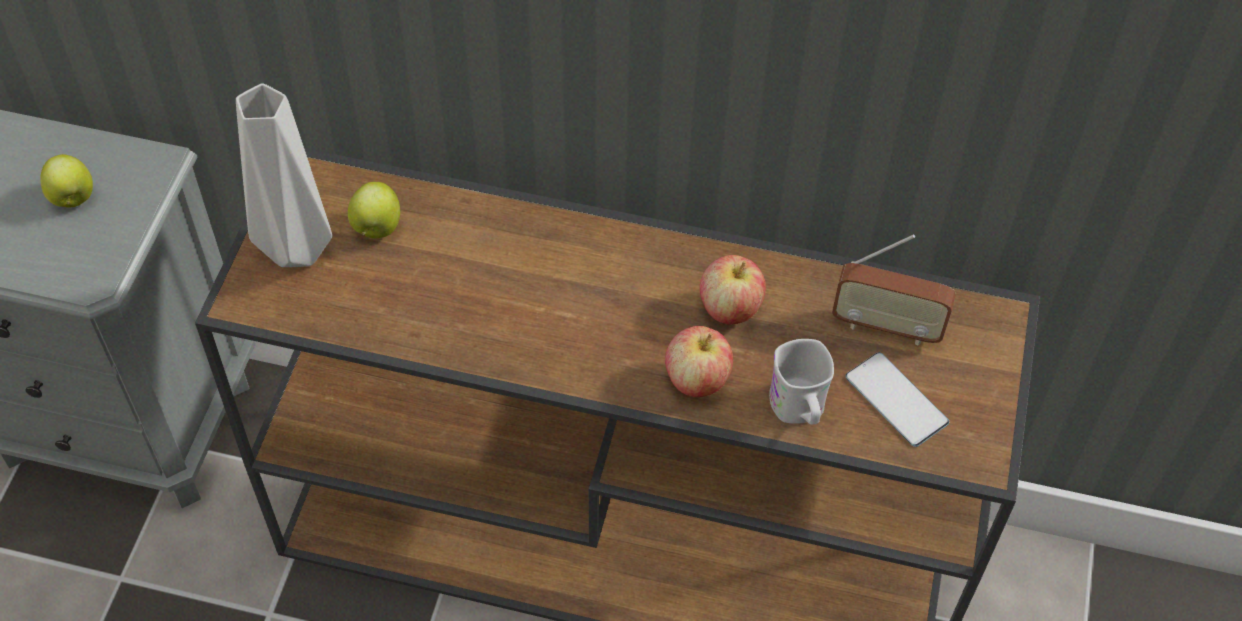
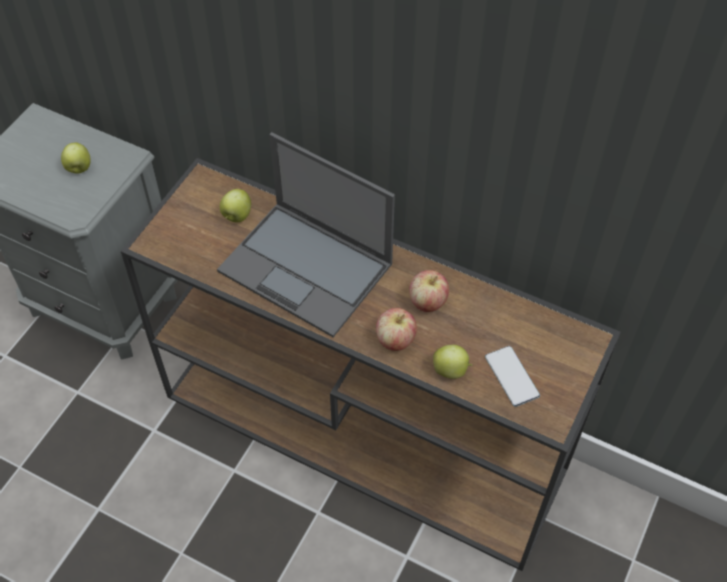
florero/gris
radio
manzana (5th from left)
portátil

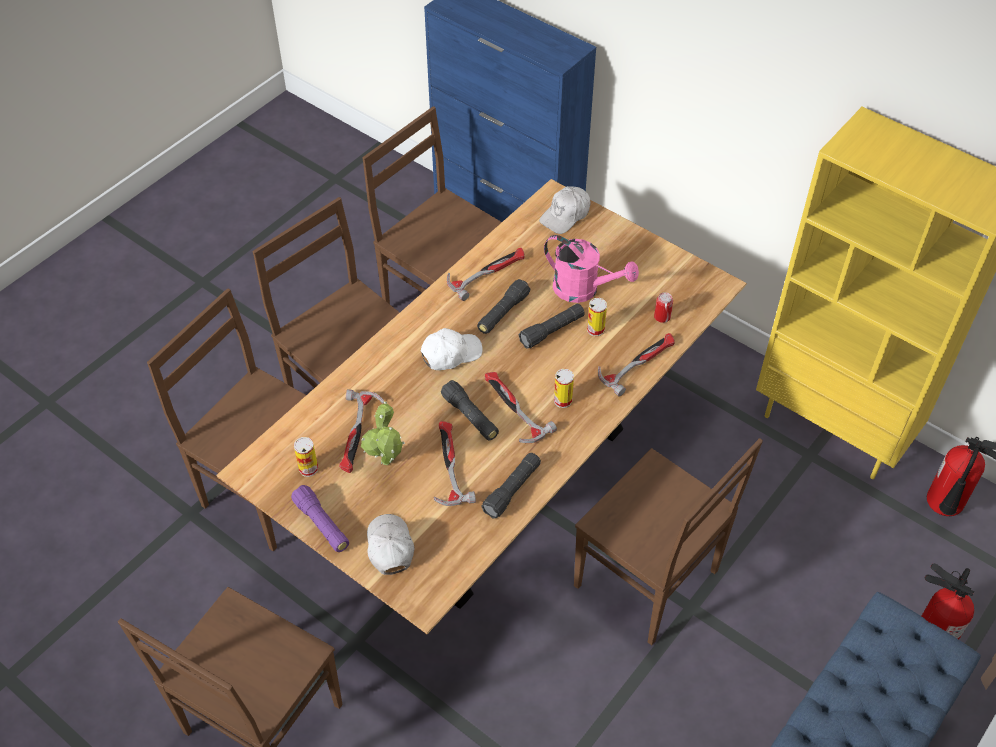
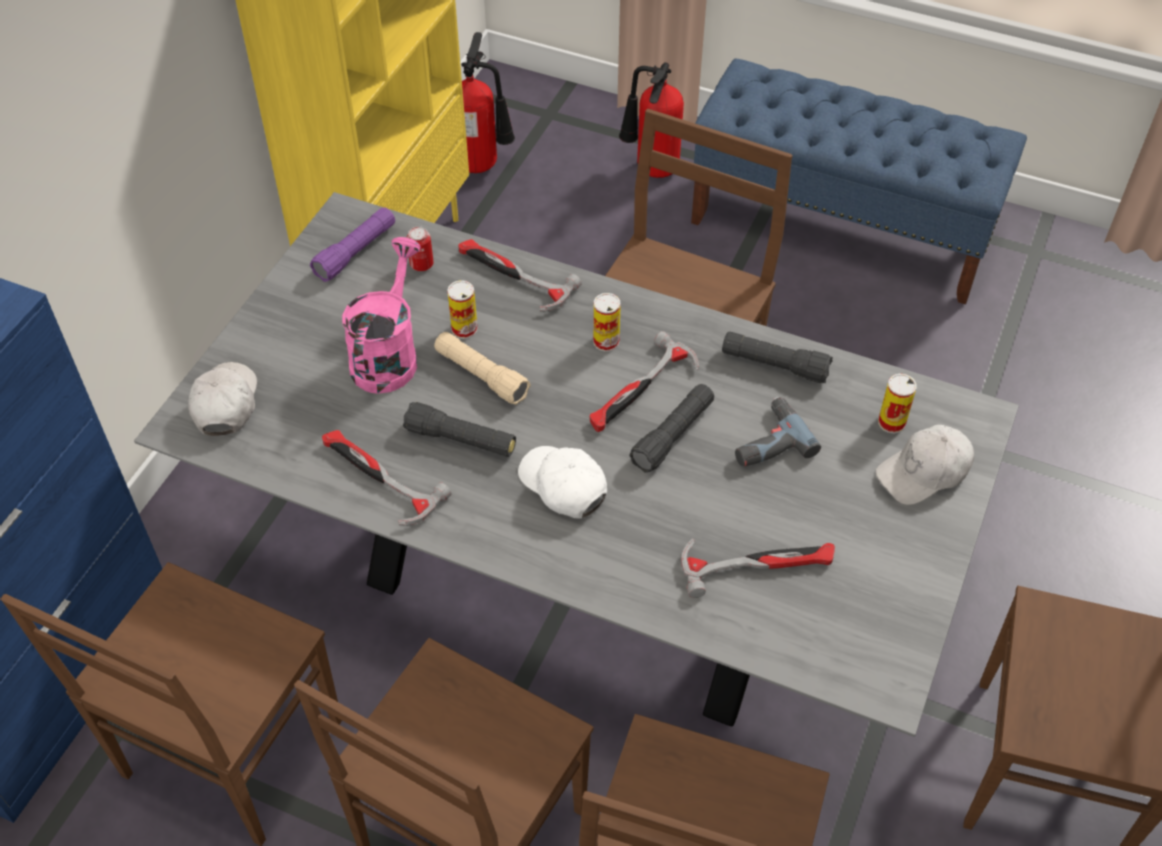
mesa de comedor/gris
gorra/blanco (1st from left)
linterna/beis
planta en maceta
taladro
lata (4th from left)
linterna/morado

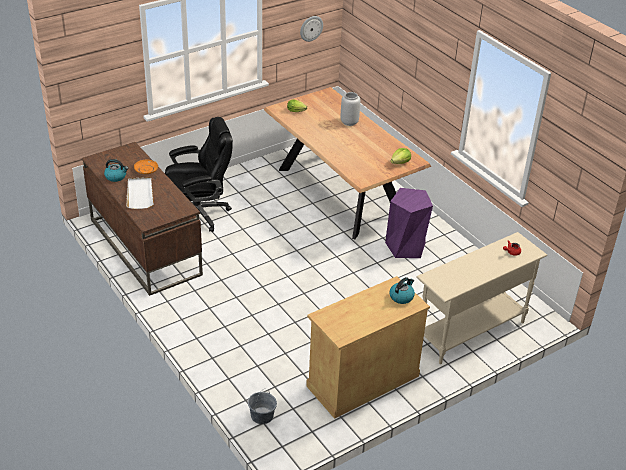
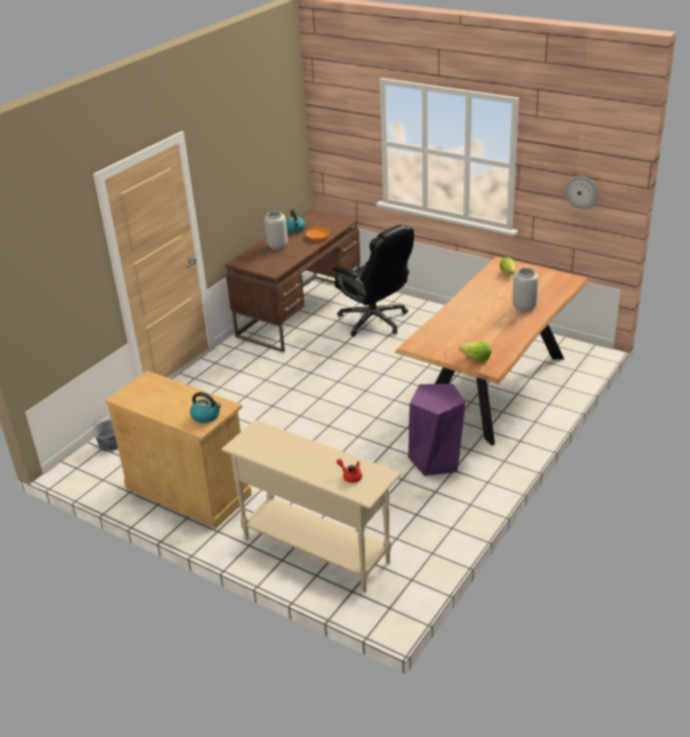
florero/gris (1st from left)

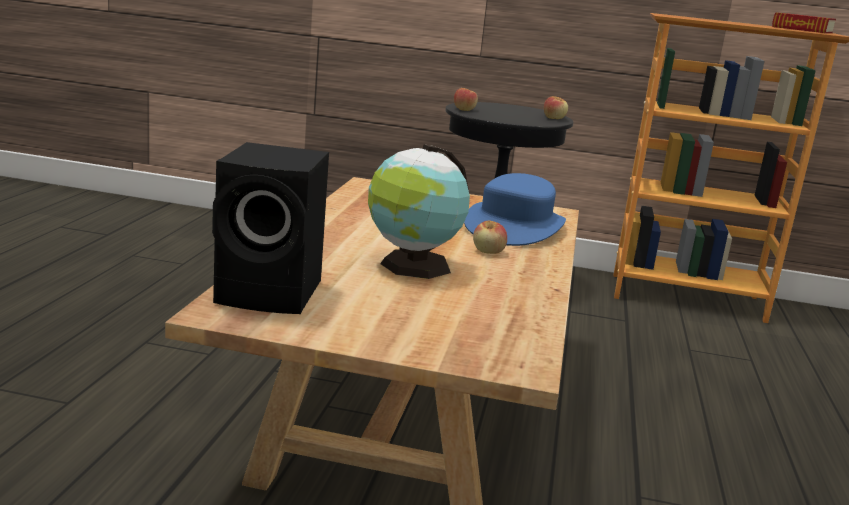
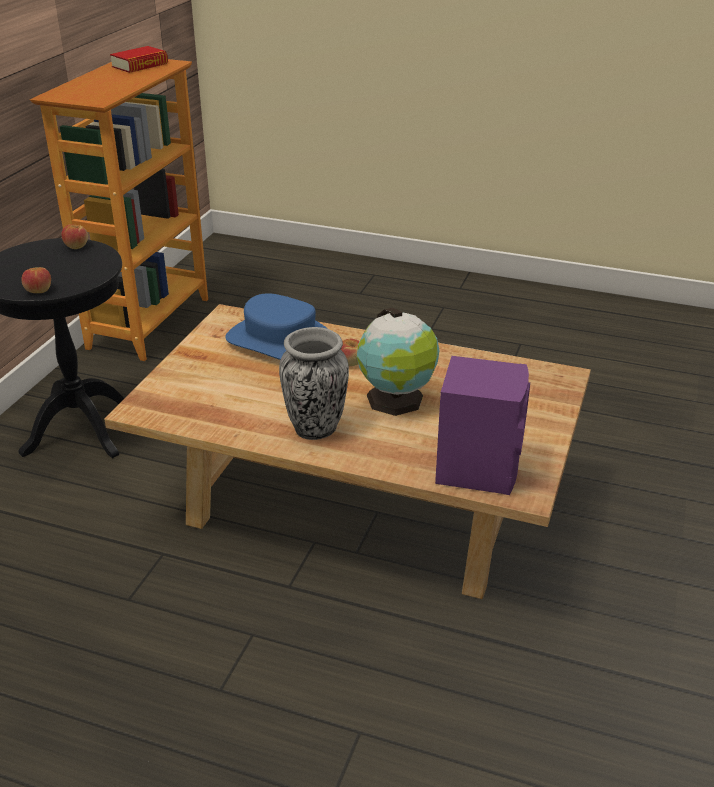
altavoz/morado
florero

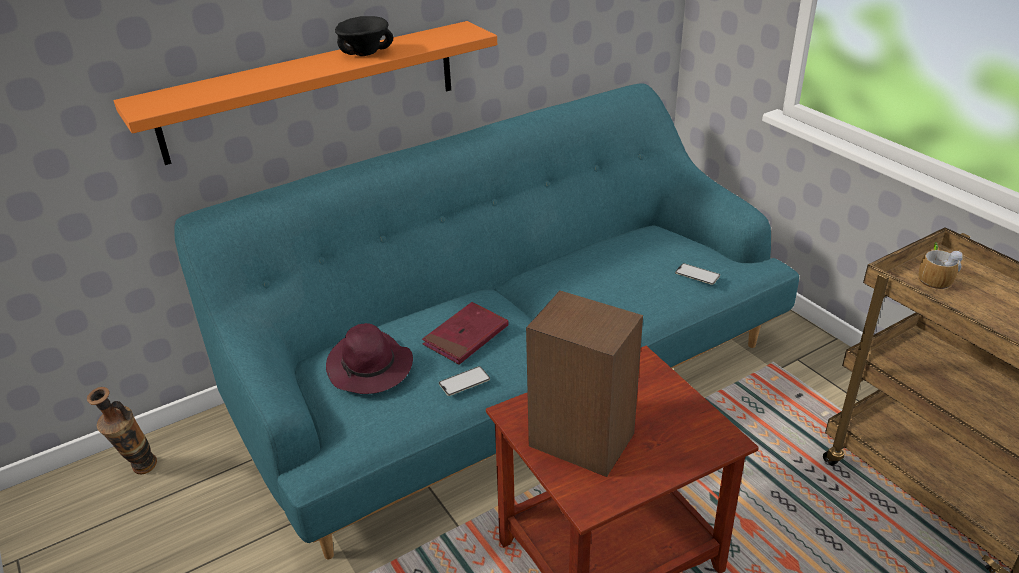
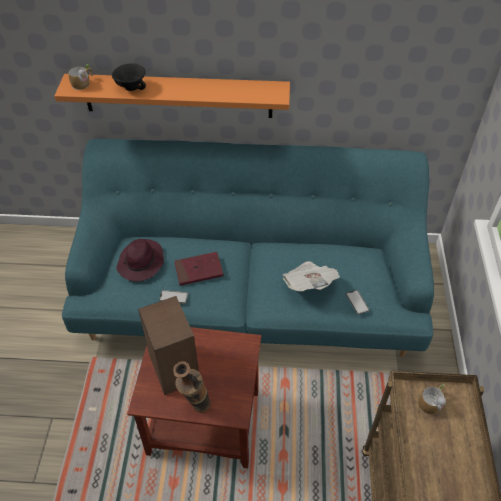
cuenco/negro
florero
taza grande (1st from left)
periódico

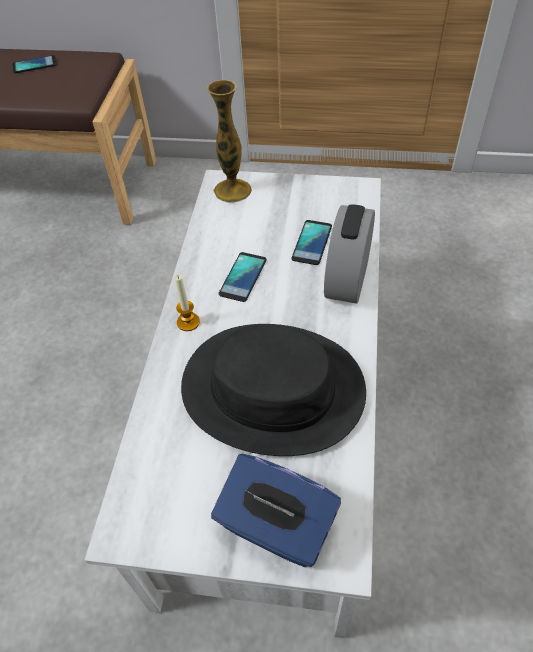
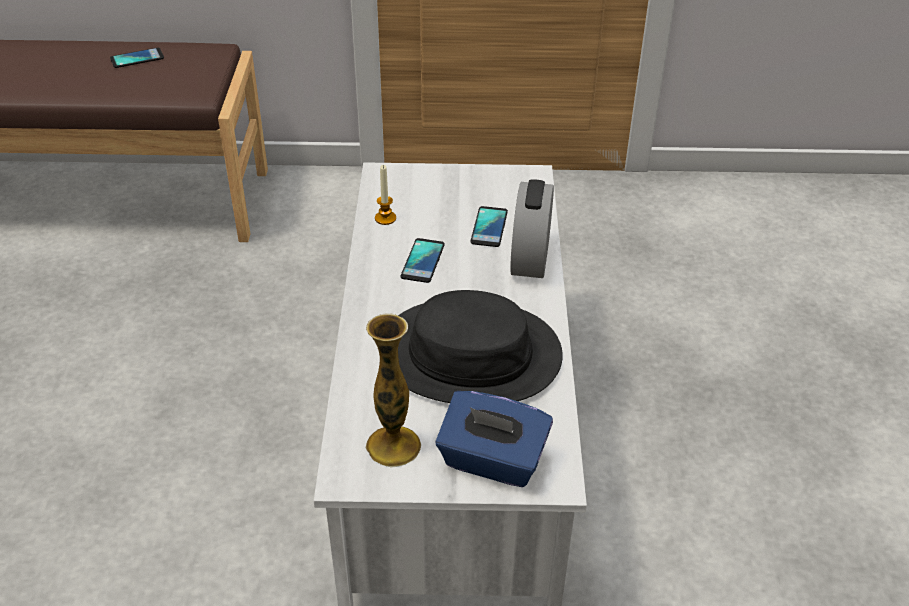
florero
vela

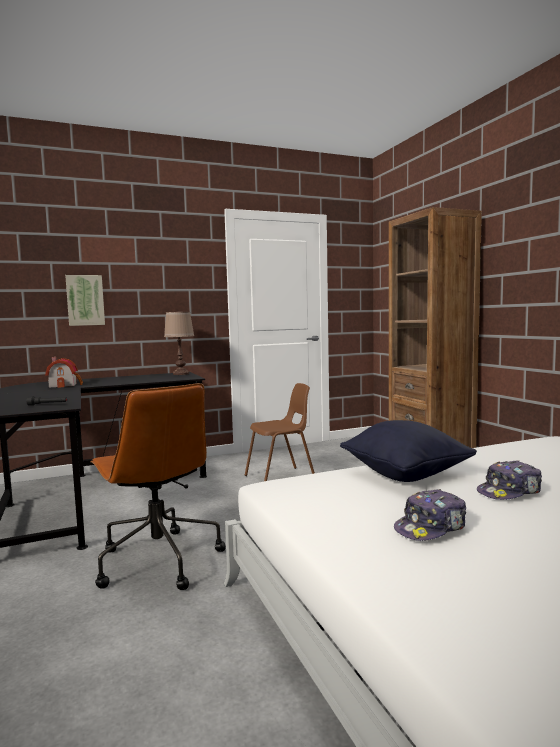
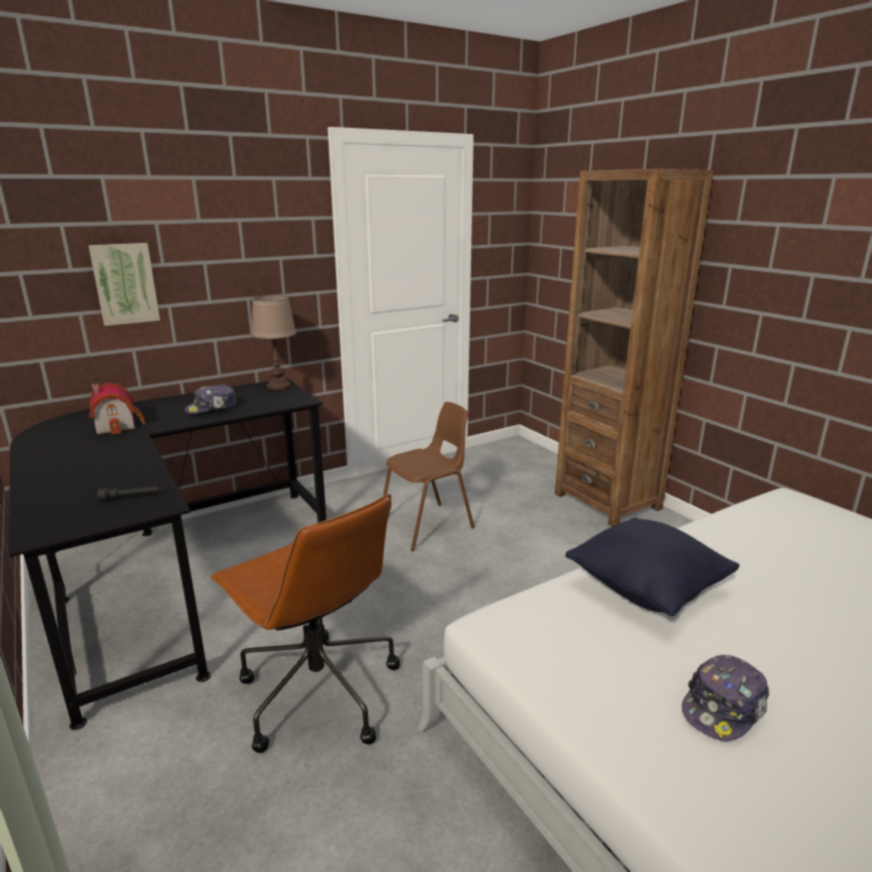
gorra (1st from left)

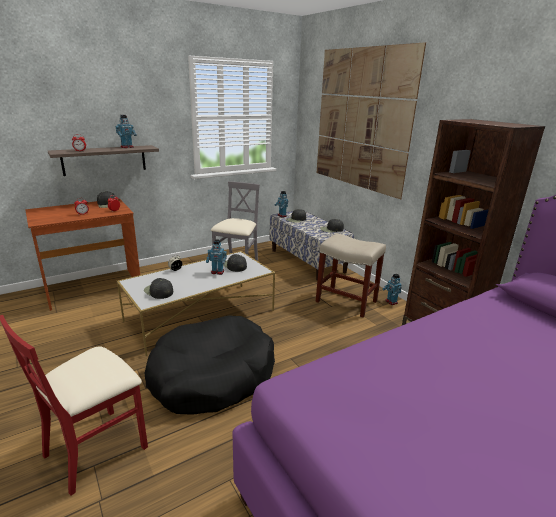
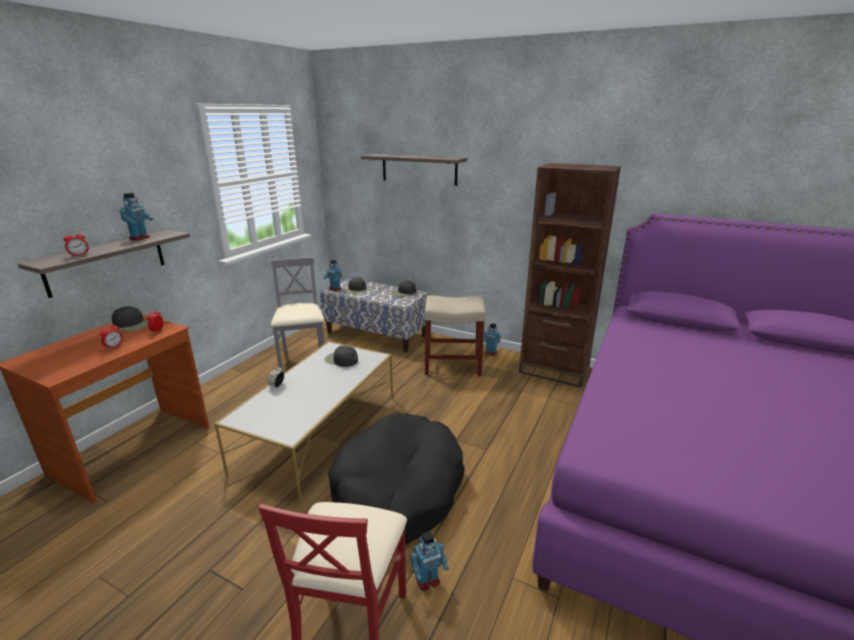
estante (2nd from left)
robot de juguete (3rd from left)
gorra/negro (2nd from left in the first image)

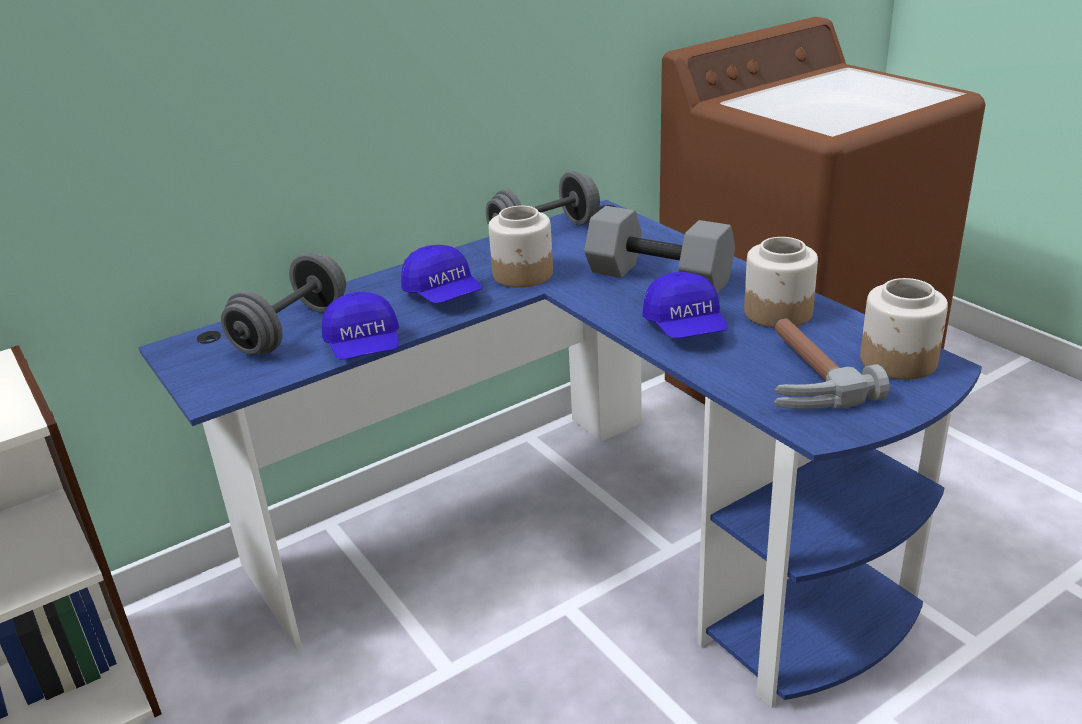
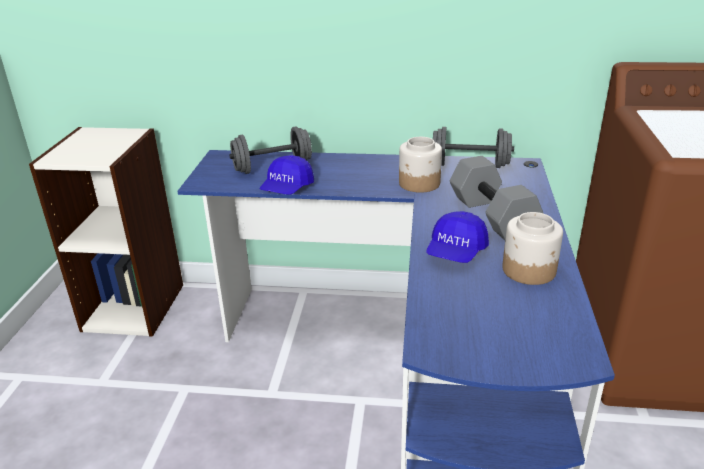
gorra/azul (2nd from left in the first image)
tarro (3rd from left in the first image)
martillo

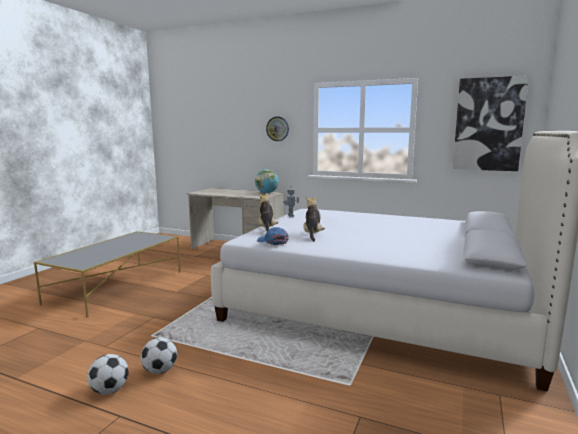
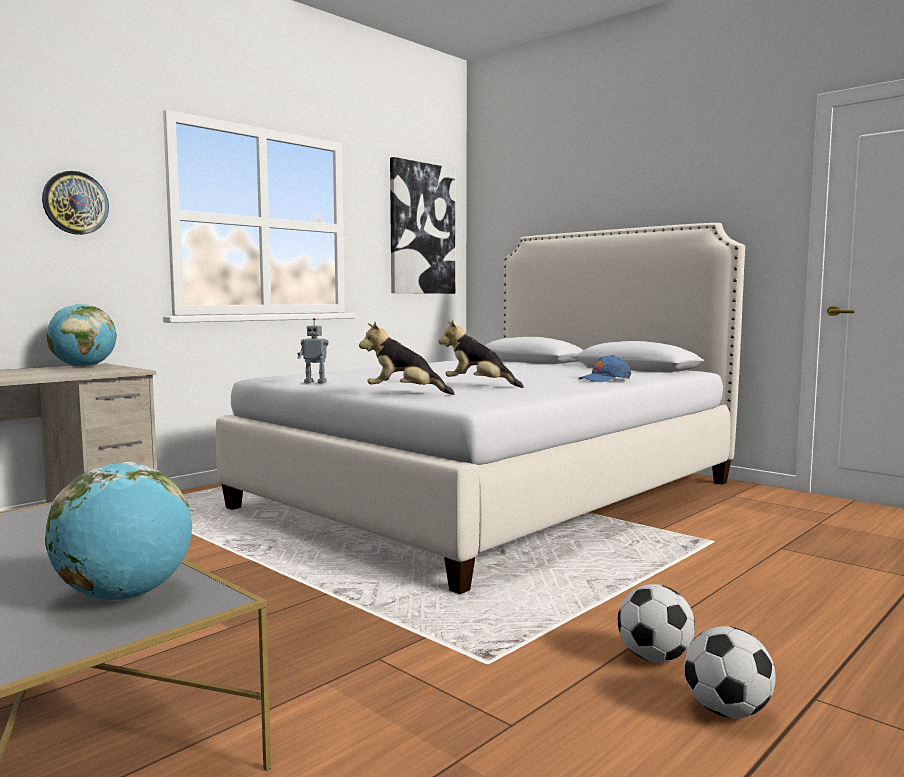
gorra/azul
globo terráqueo (2nd from left)

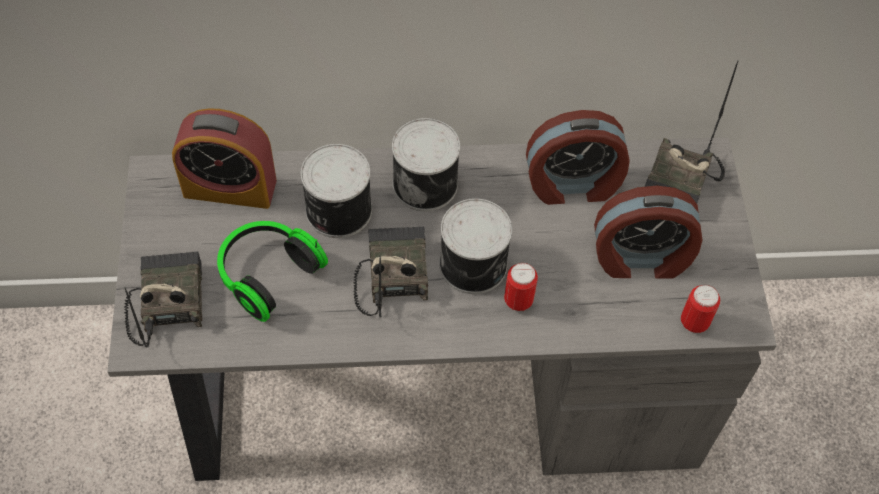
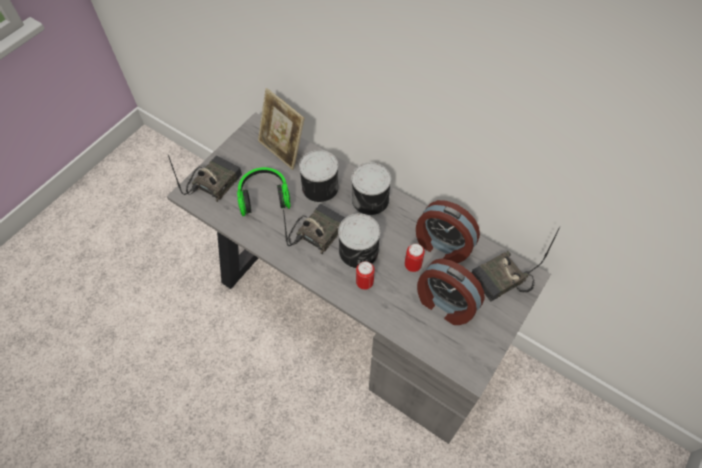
portarretratos
lata (5th from left)

